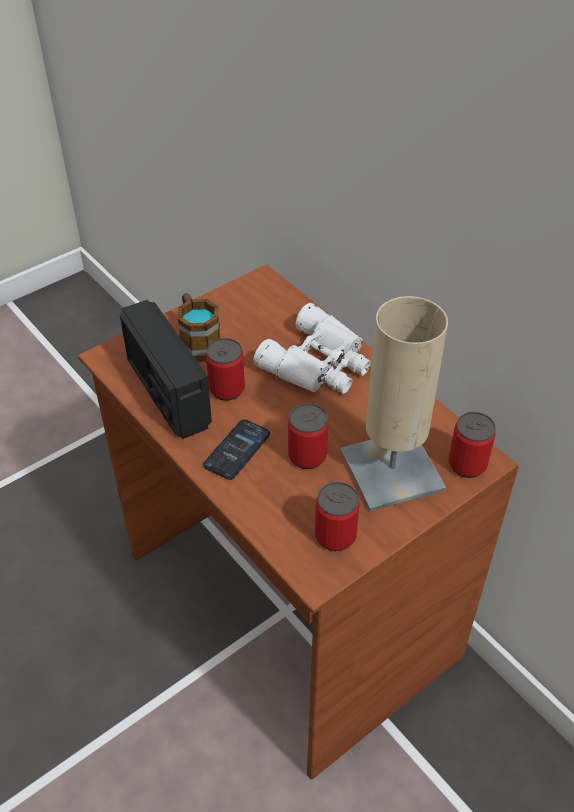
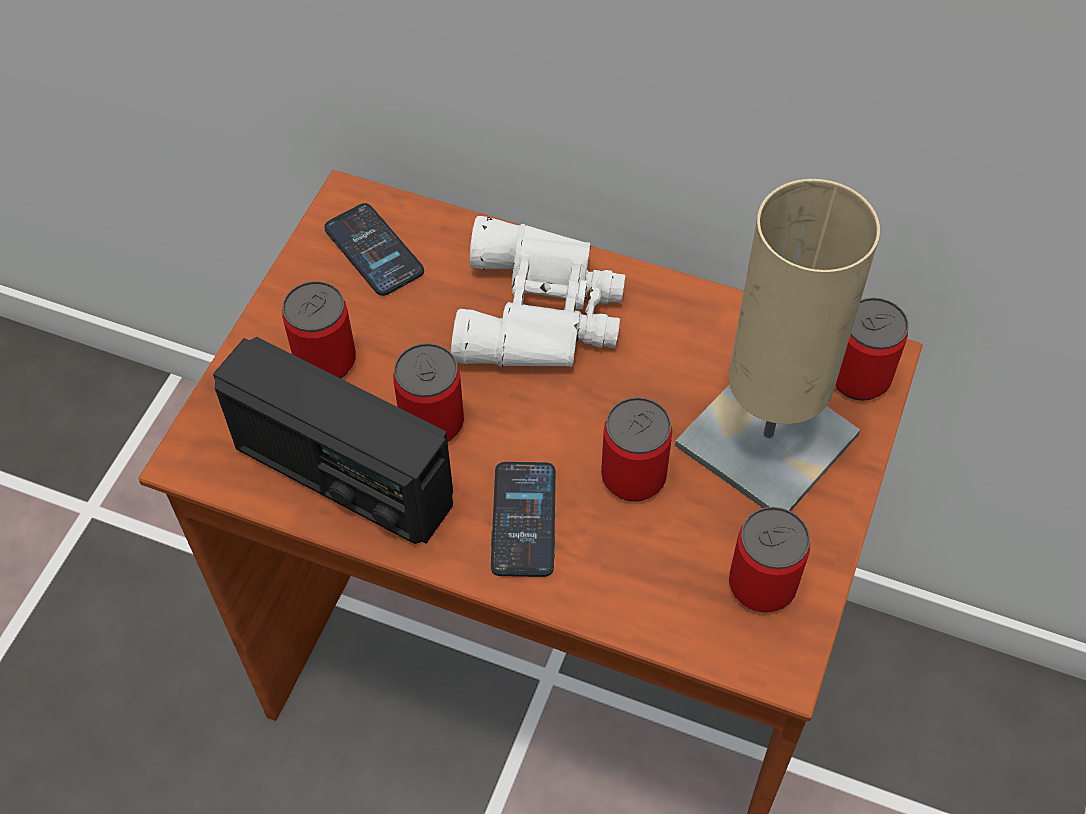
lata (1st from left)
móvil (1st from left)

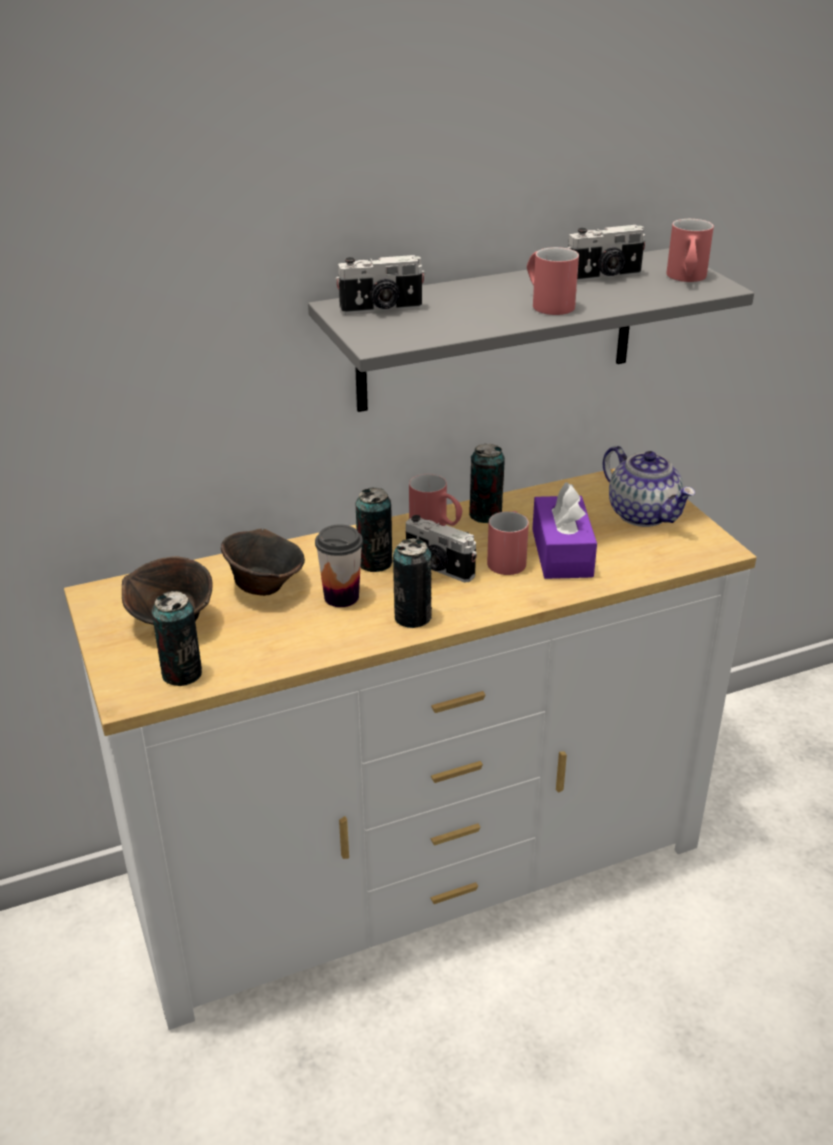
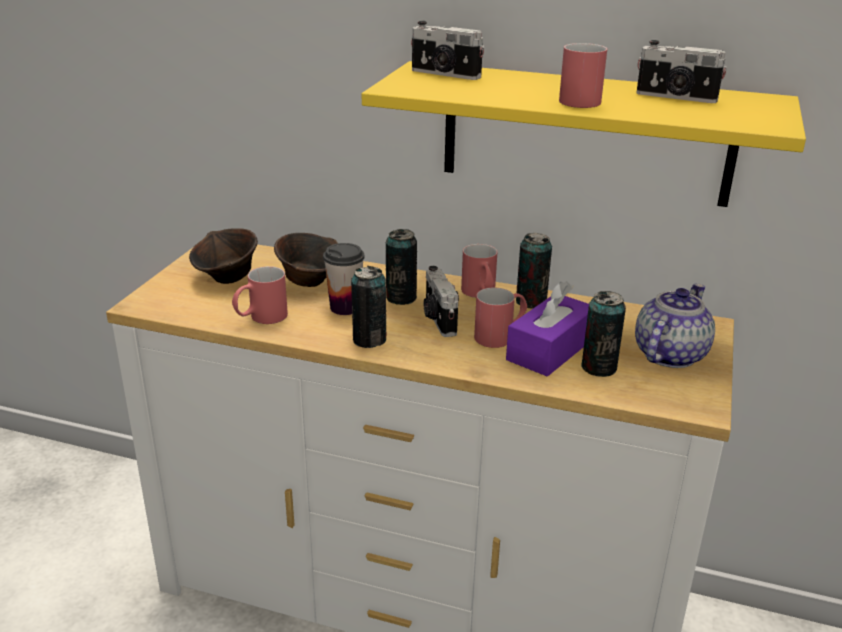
taza grande/rojo (1st from left)
estante/amarillo
tetera
lata (4th from left)

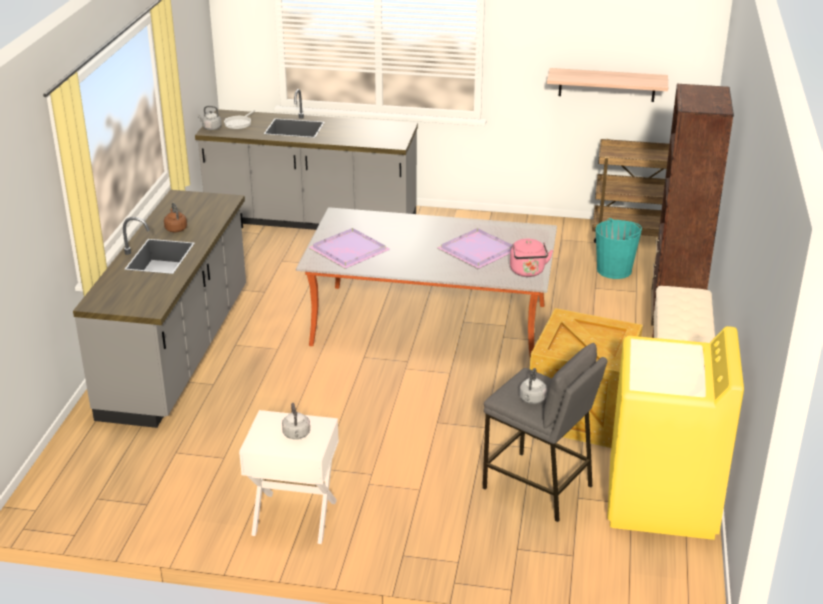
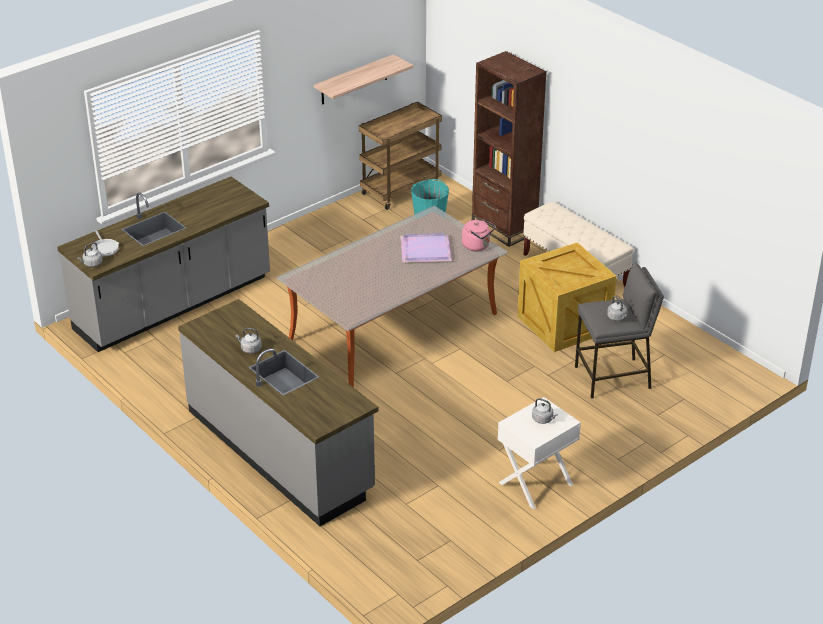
hervidor/gris (2nd from left)
bandeja/morado (1st from left in the first image)
lavadora/amarillo

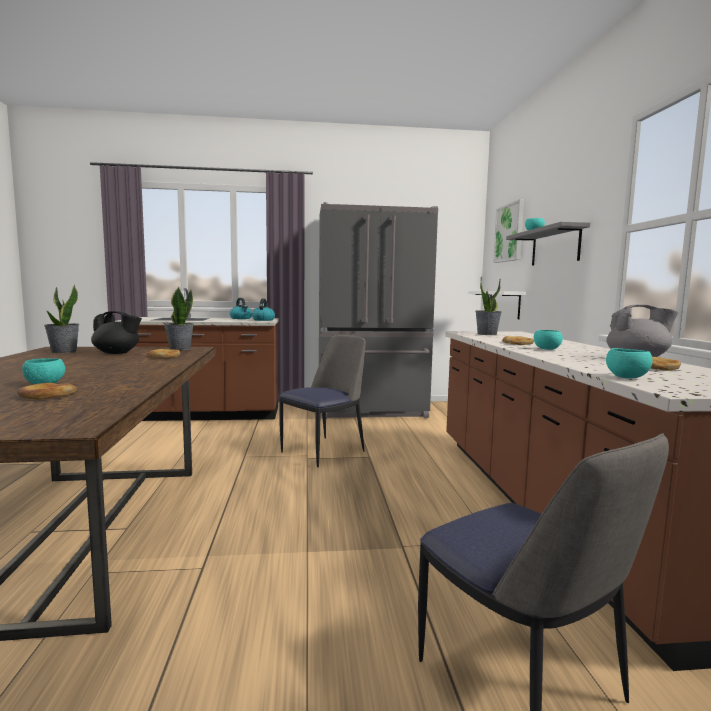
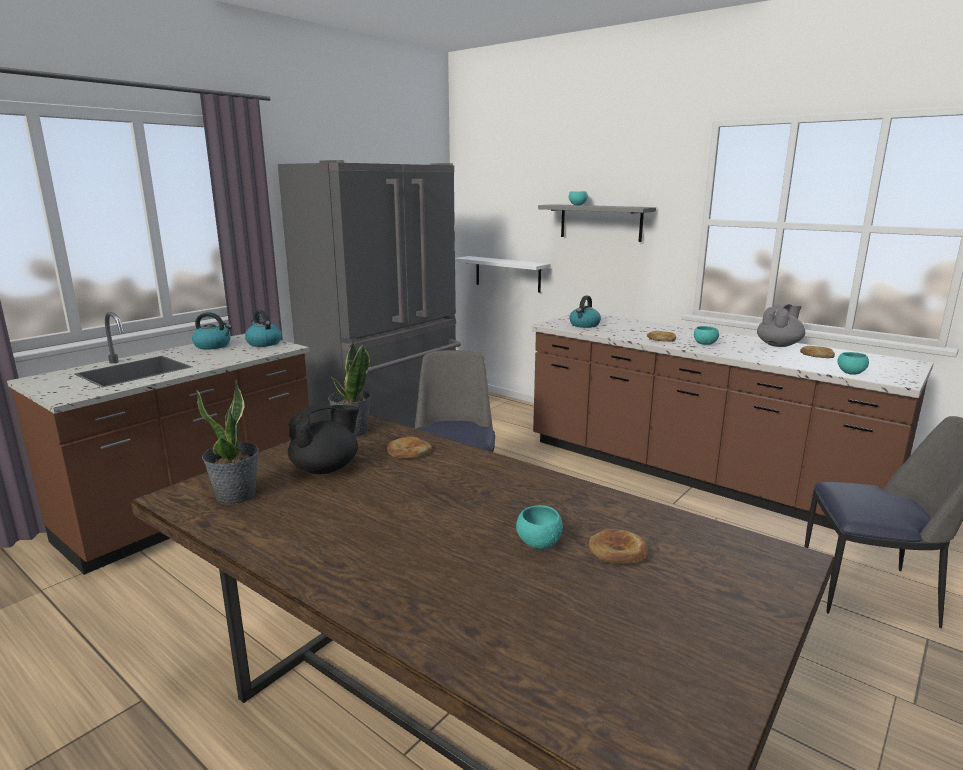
cuadro
hervidor (3rd from left)

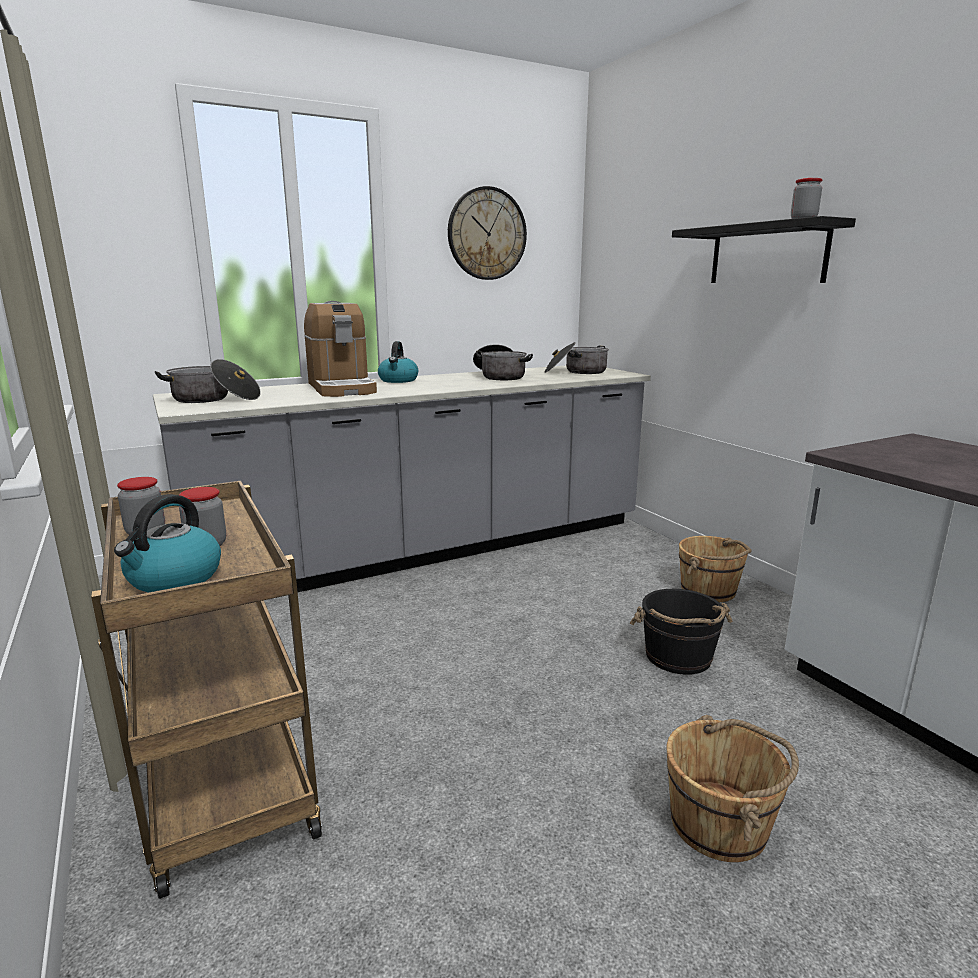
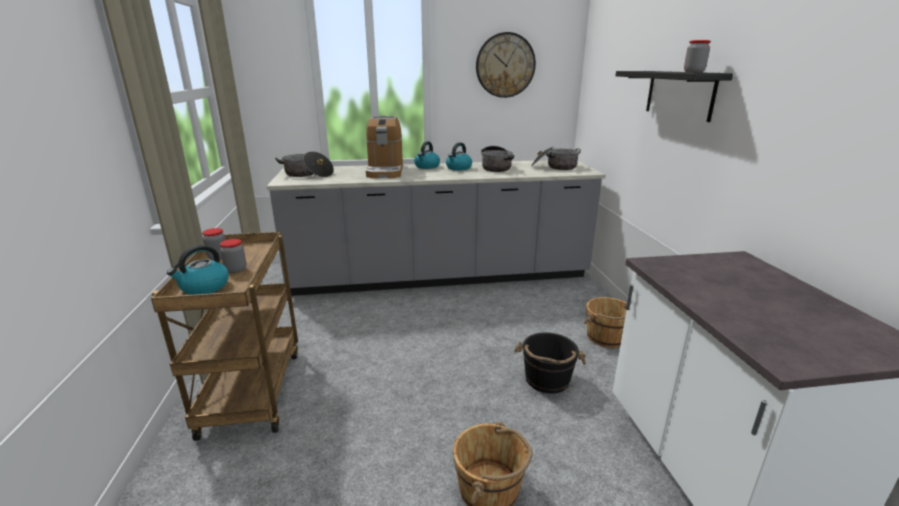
hervidor (3rd from left)

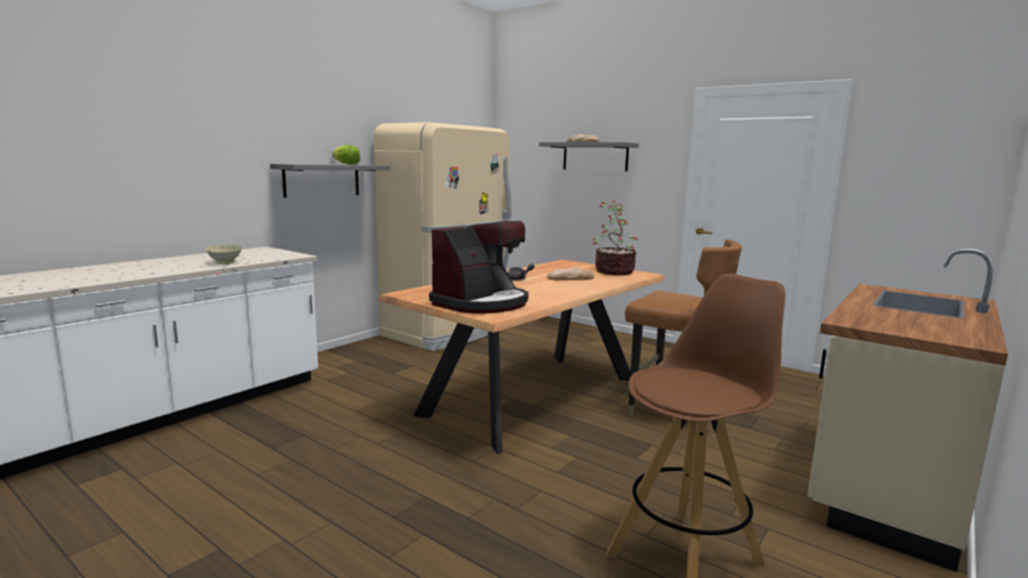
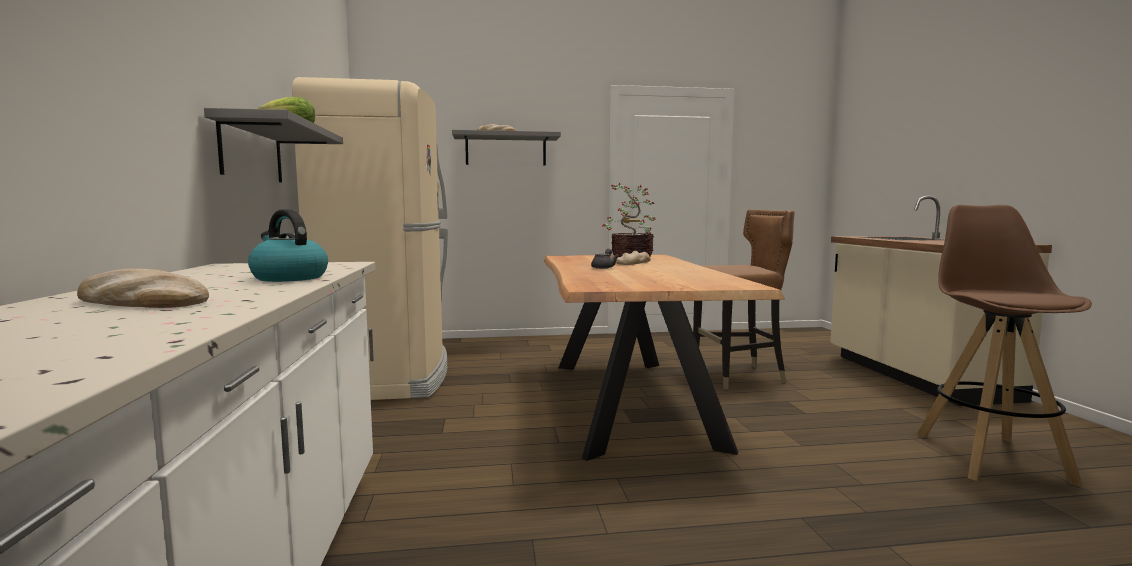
cafetera
hervidor
pan (1st from left)

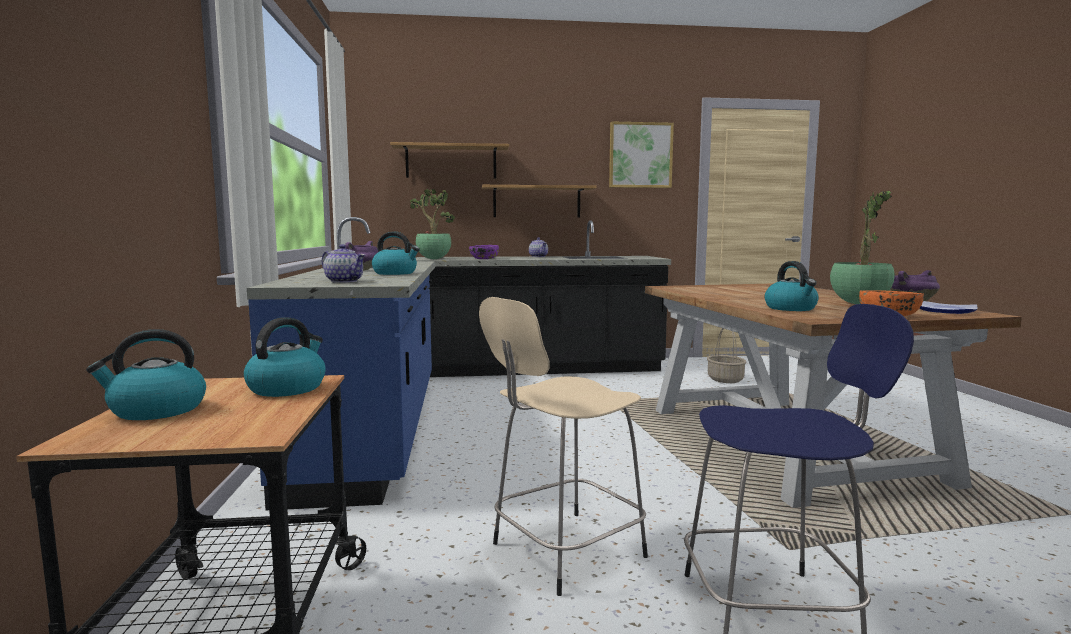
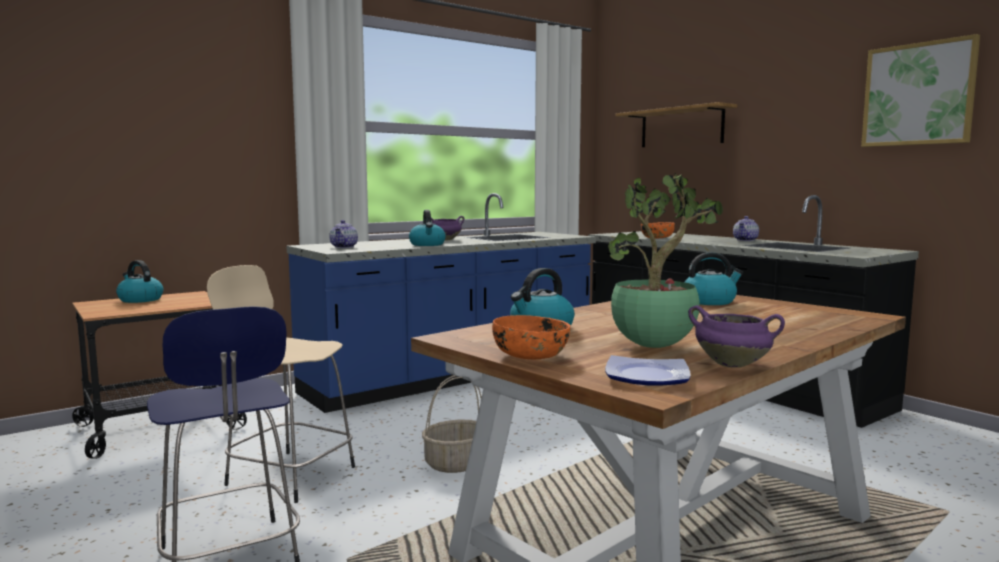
estante (2nd from left in the first image)
planta en maceta (1st from left in the first image)
cuenco/naranja (2nd from left)
hervidor (4th from left)
cesta

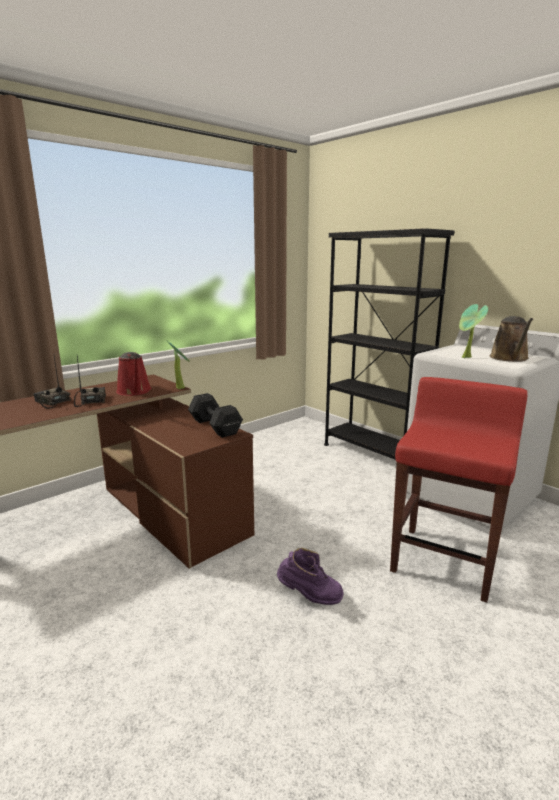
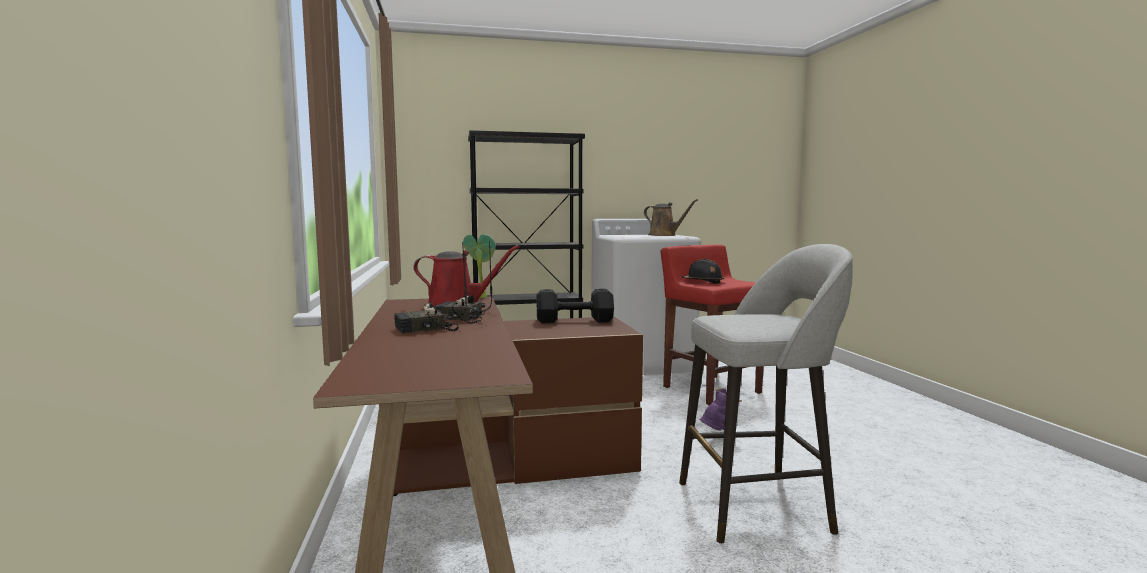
planta en maceta (2nd from left in the first image)
taburete/gris
casco/negro

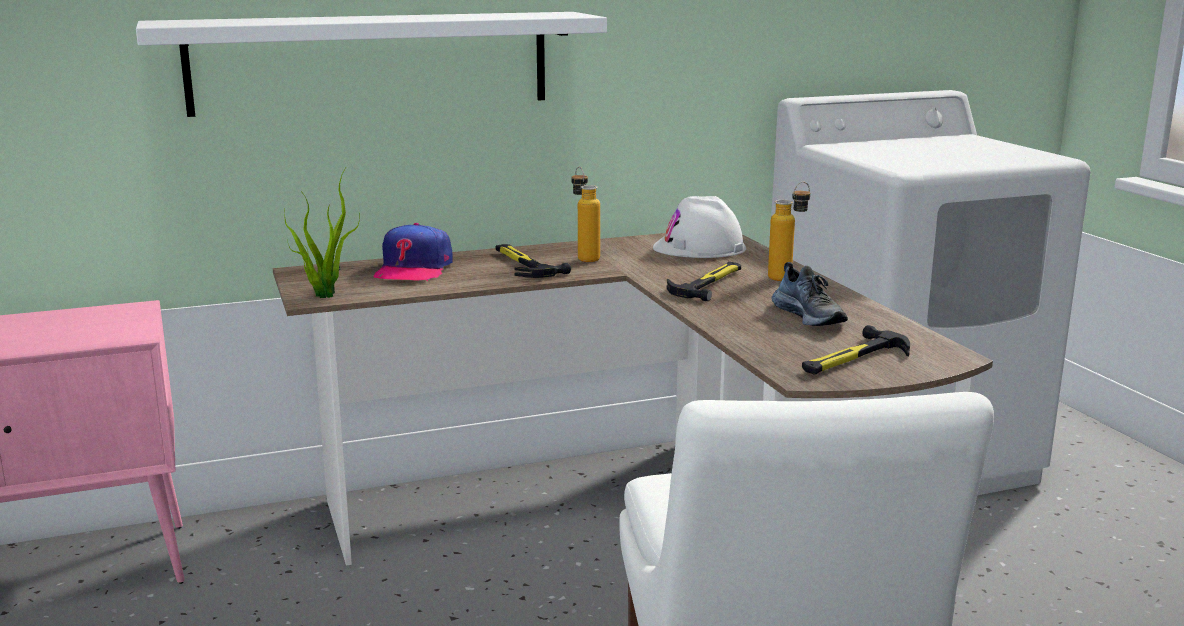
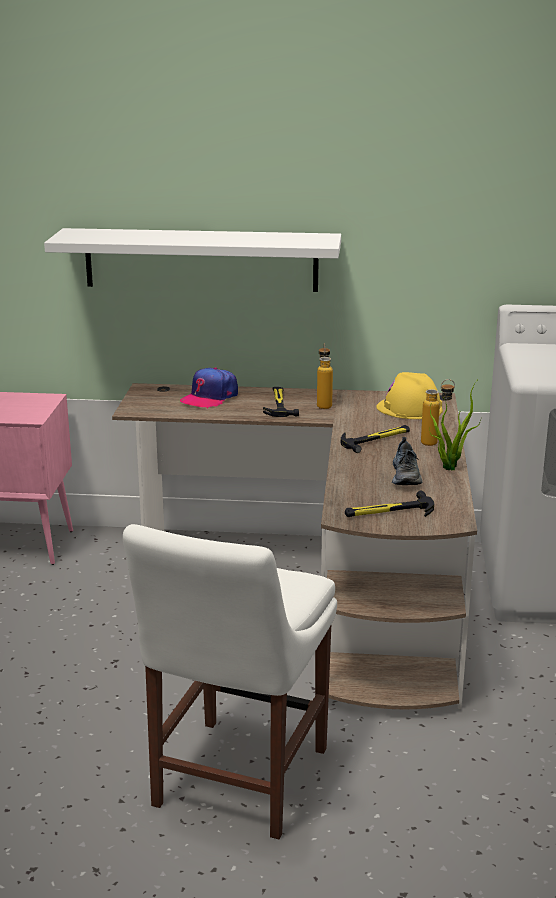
planta en maceta
casco/amarillo

